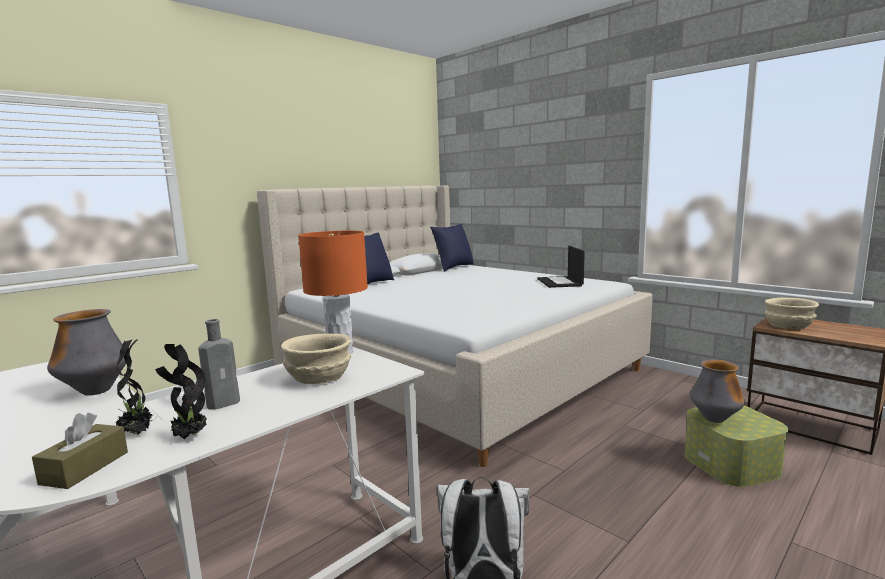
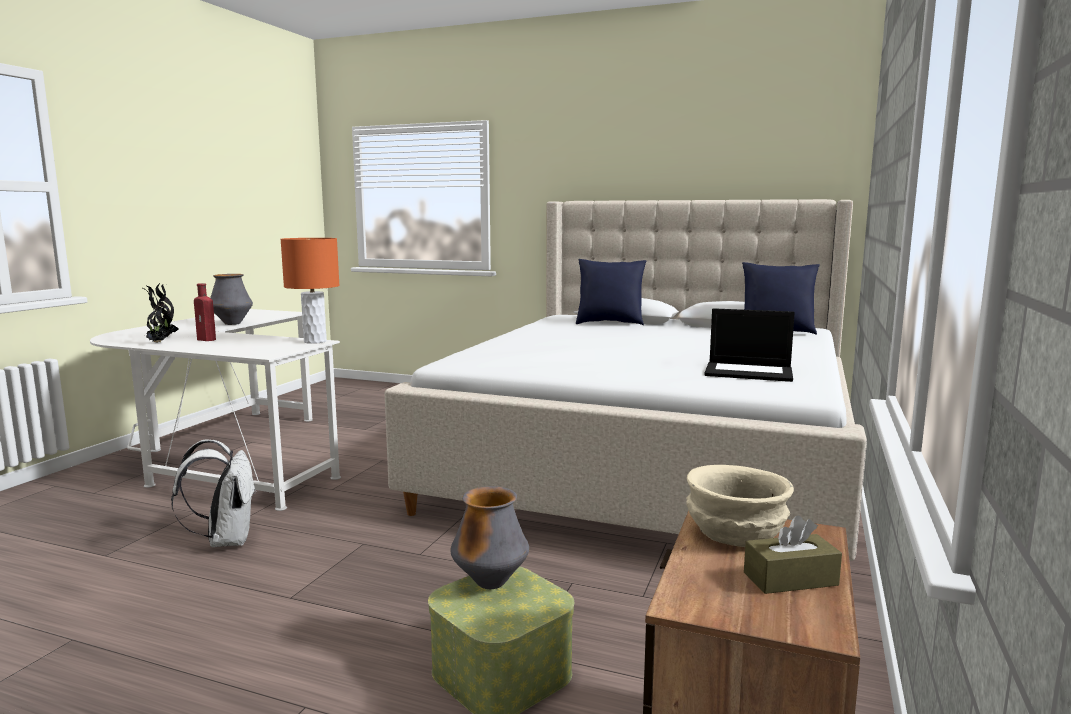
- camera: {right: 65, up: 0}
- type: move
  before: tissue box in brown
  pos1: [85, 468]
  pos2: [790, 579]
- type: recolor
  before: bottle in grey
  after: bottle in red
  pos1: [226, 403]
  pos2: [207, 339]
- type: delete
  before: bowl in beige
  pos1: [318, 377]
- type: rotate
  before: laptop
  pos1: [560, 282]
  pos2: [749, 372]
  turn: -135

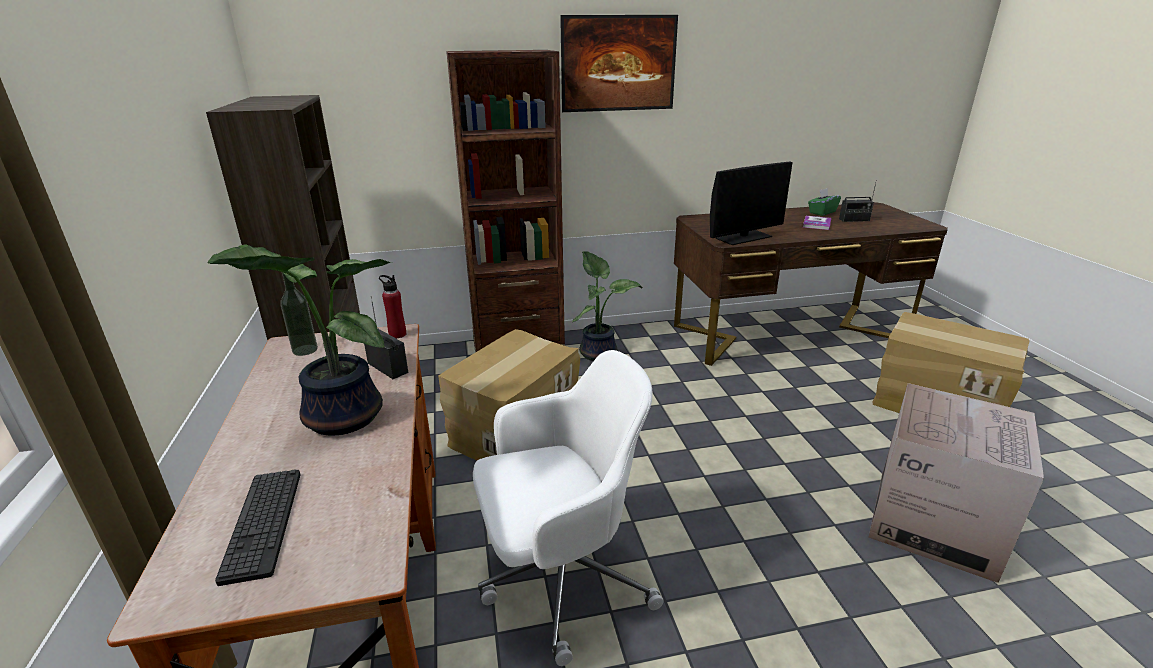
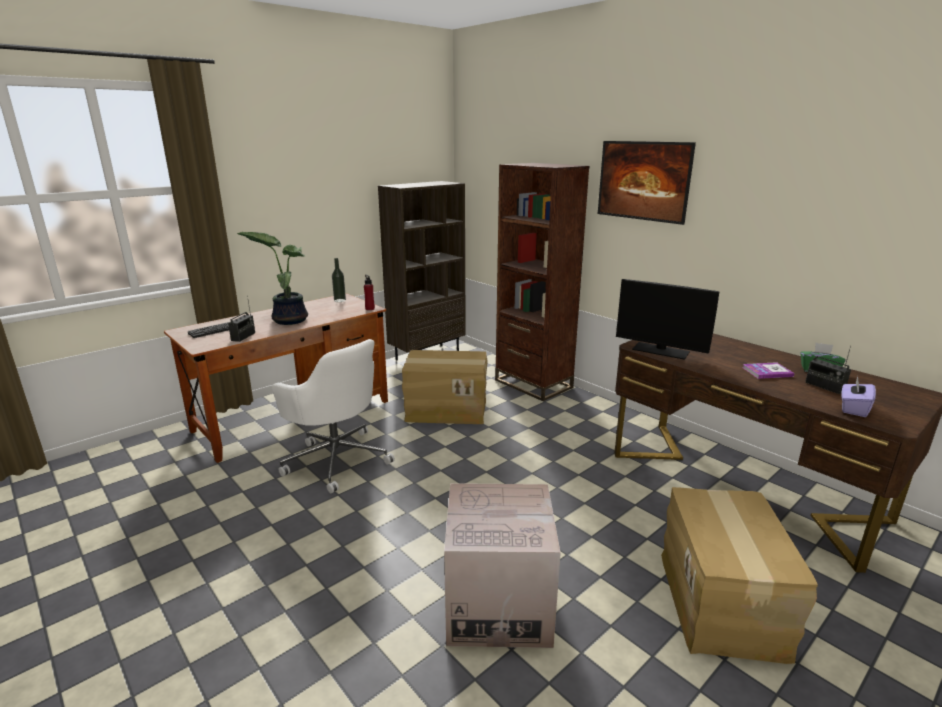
- camera: {right: 60, up: -5}
- type: move
  before: radio
  pos1: [388, 368]
  pos2: [243, 336]
- type: delete
  before: potted plant
  pos1: [599, 353]
- type: insert
  after: tissue box in purple
  pos2: [853, 408]

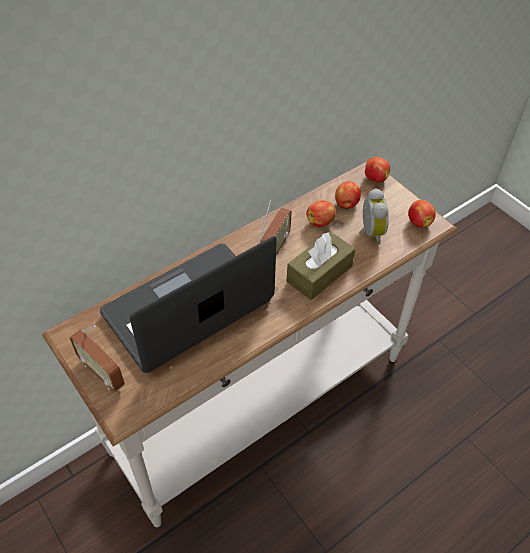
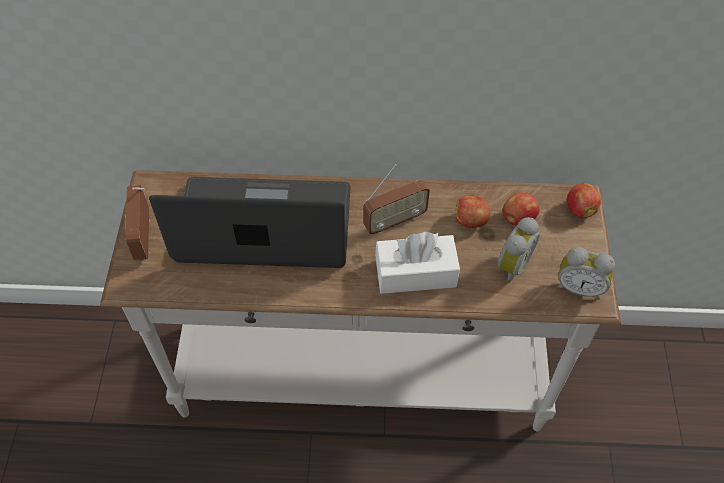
- camera: {right: 40, up: 5}
- type: recolor
  before: tissue box in brown
  after: tissue box in white
  pos1: [319, 274]
  pos2: [415, 273]
- type: replace
  before: apple
  after: alarm clock
  pos1: [418, 222]
  pos2: [579, 287]

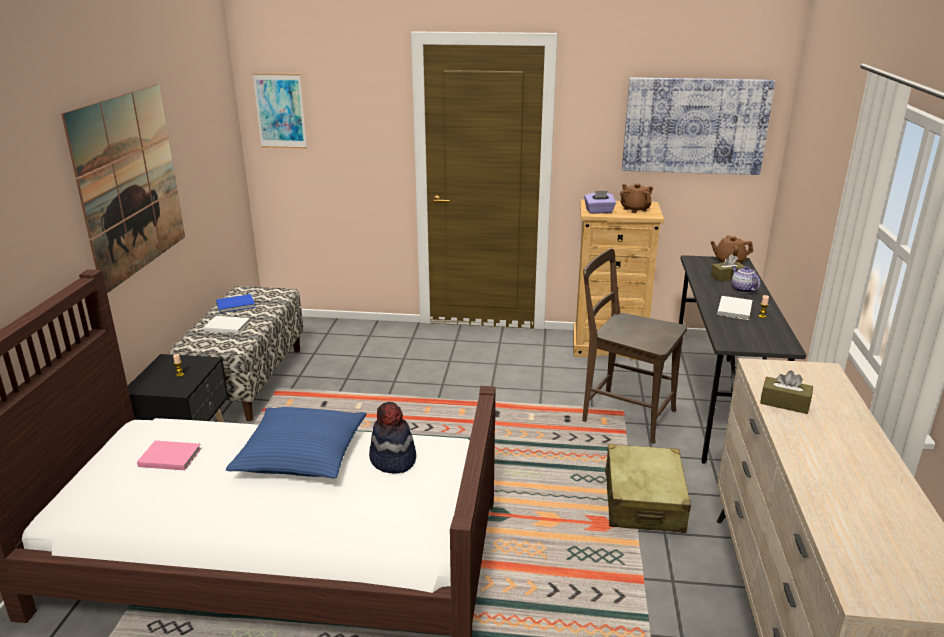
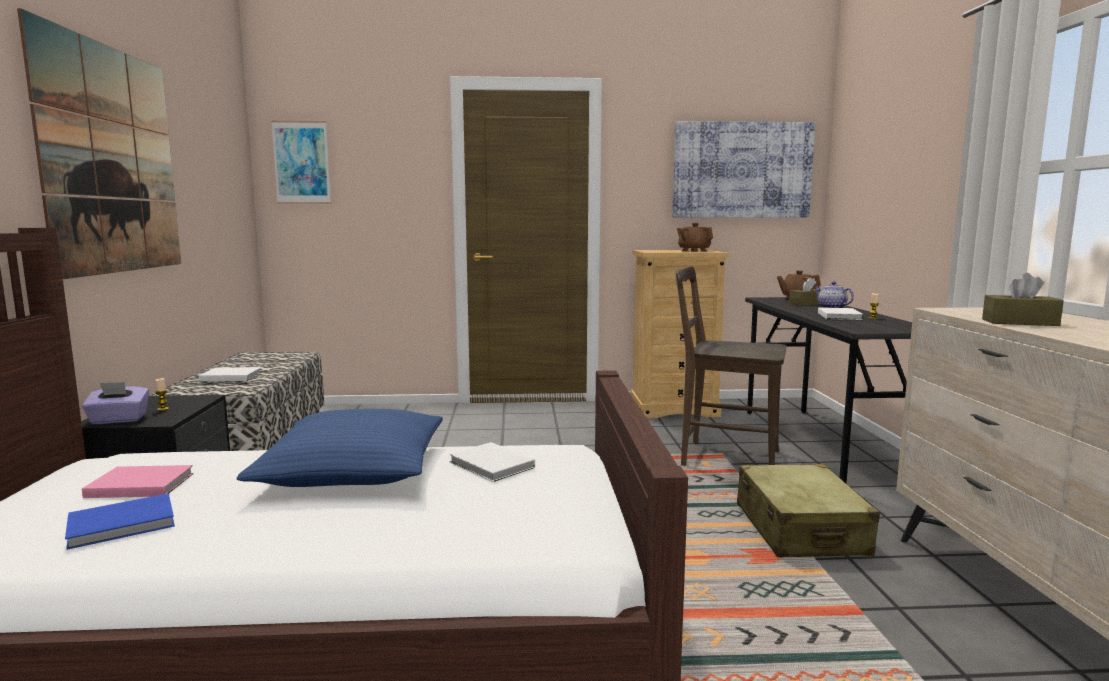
- camera: {right: -10, up: -15}
- type: move
  before: book in blue
  pos1: [237, 305]
  pos2: [125, 524]
- type: replace
  before: hat
  after: book in white
  pos1: [392, 460]
  pos2: [492, 466]
- type: move
  before: tissue box in purple
  pos1: [599, 211]
  pos2: [118, 420]

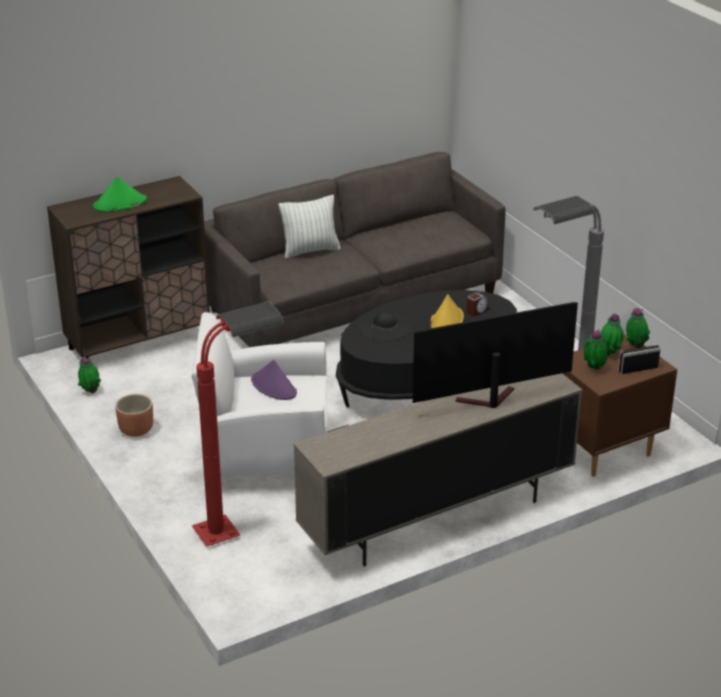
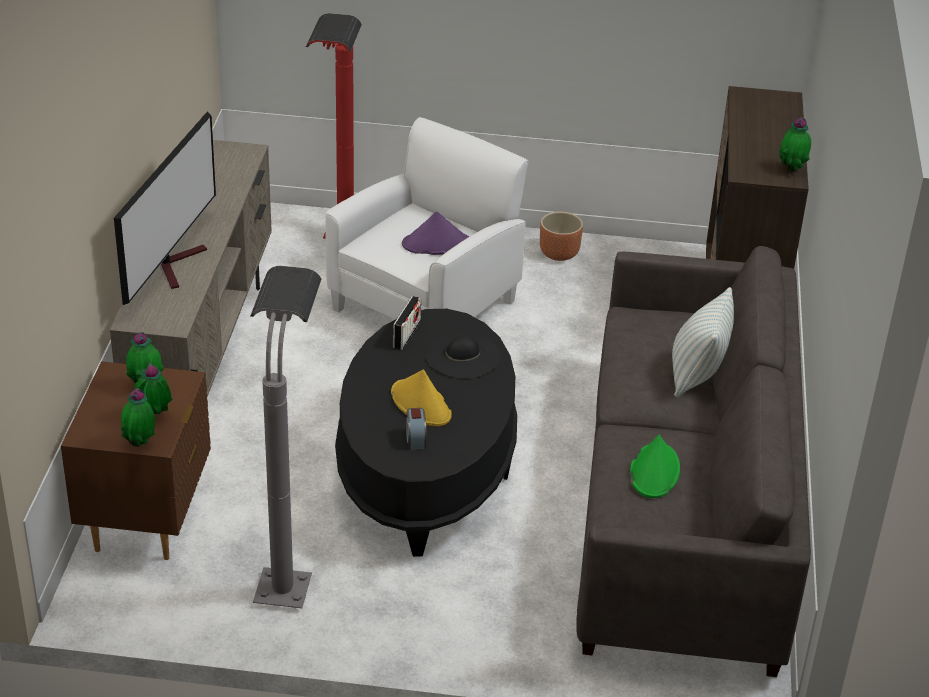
- camera: {right: 125, up: 5}
- type: move
  before: potted plant
  pos1: [90, 391]
  pos2: [791, 170]
- type: move
  before: hat in green
  pos1: [119, 203]
  pos2: [654, 471]
- type: move
  before: radio
  pos1: [638, 369]
  pos2: [406, 334]

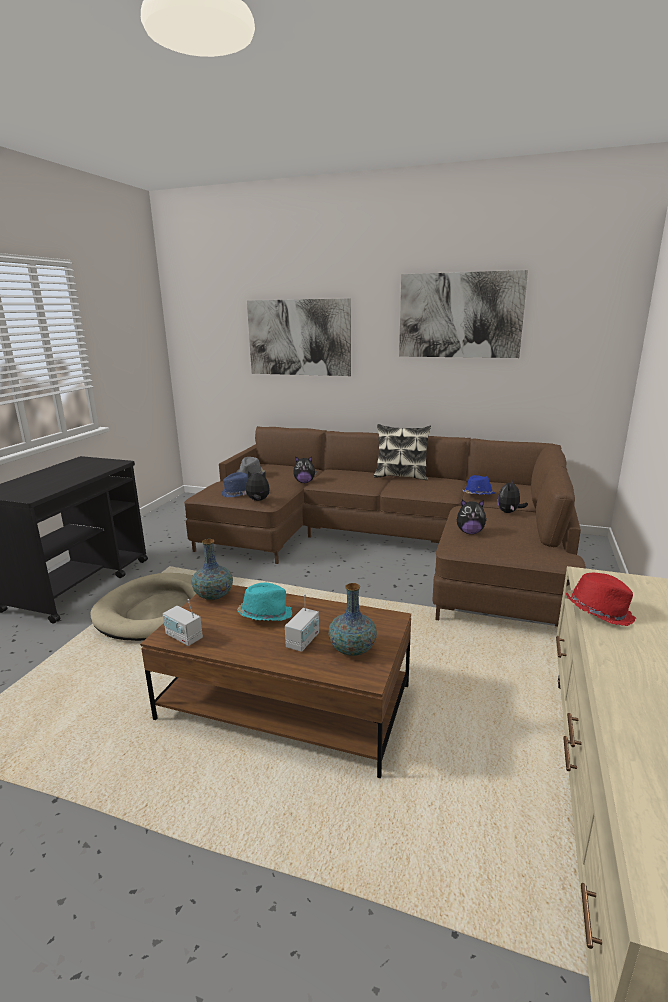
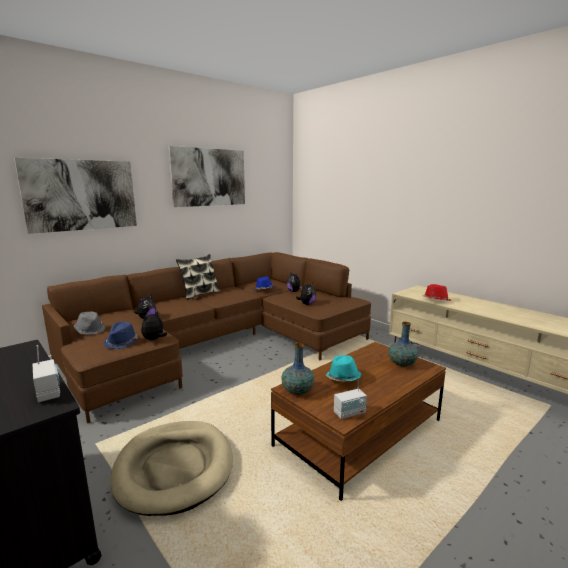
- camera: {right: -60, up: -5}
- type: move
  before: radio
  pos1: [303, 641]
  pos2: [49, 392]

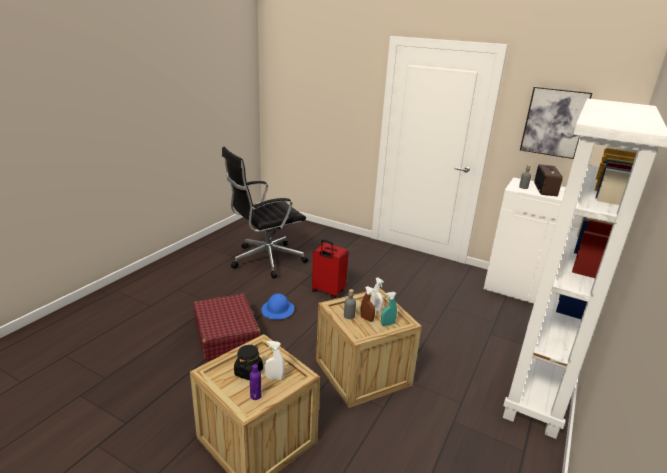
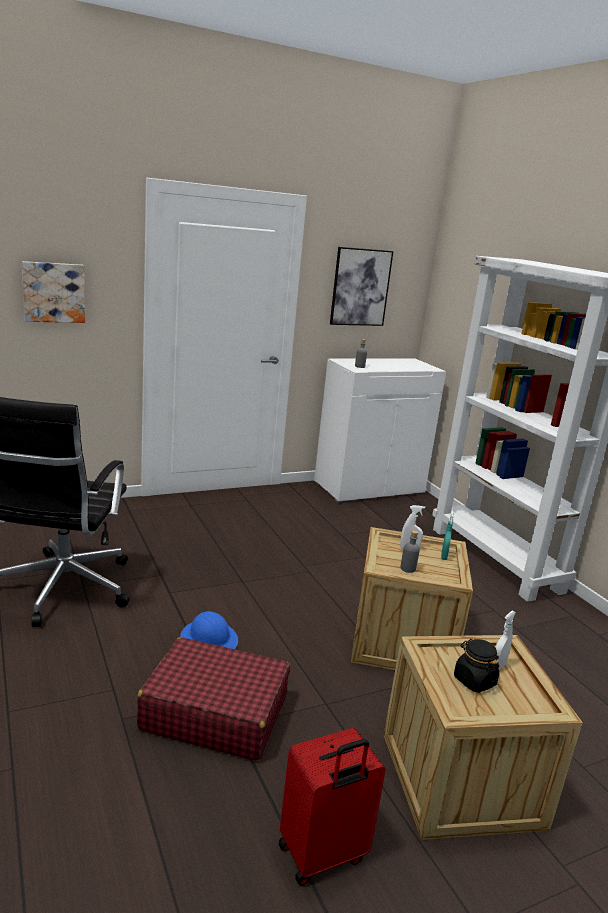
- camera: {right: -55, up: -5}
- type: delete
  before: bottle in purple
  pos1: [255, 396]
- type: move
  before: suitcase in red
  pos1: [327, 291]
  pos2: [322, 855]
- type: delete
  before: spray bottle in brown
  pos1: [366, 319]
- type: delete
  before: radio
  pos1: [546, 189]
- type: insert
  after: picture
  pos2: [54, 292]

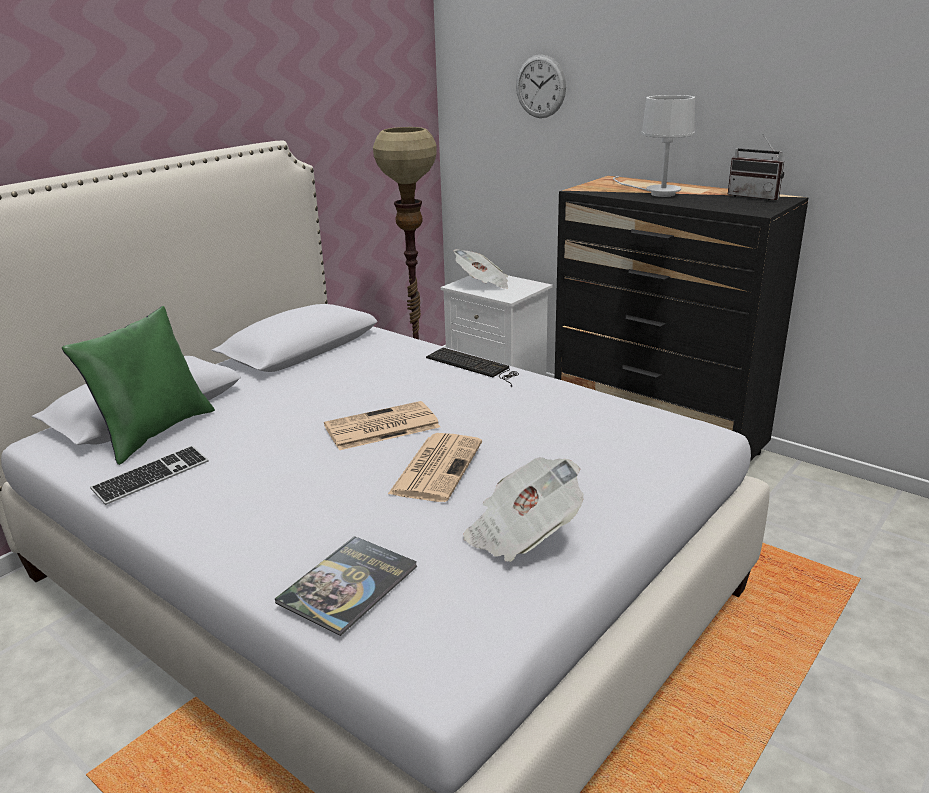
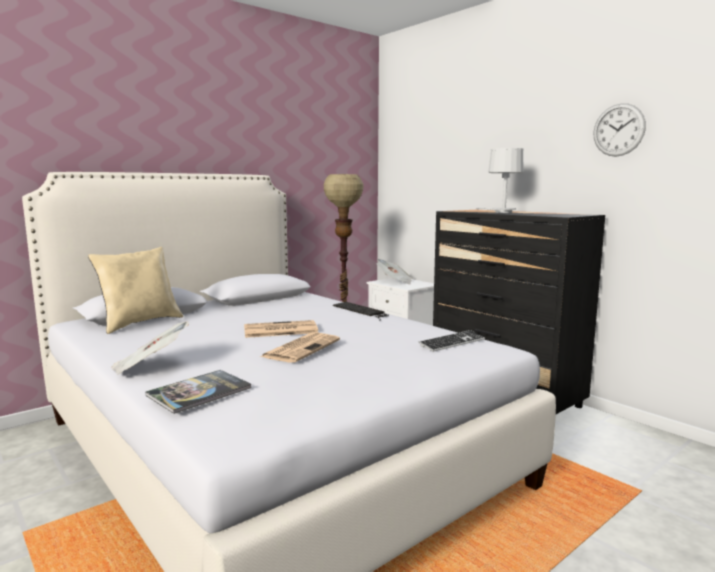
- camera: {right: 10, up: -15}
- type: recolor
  before: pillow in green
  after: pillow in beige
  pos1: [155, 432]
  pos2: [140, 323]
- type: move
  before: keyboard
  pos1: [152, 477]
  pos2: [452, 343]
- type: move
  before: newspaper
  pos1: [522, 533]
  pos2: [150, 367]
- type: move
  before: wall clock
  pos1: [540, 86]
  pos2: [618, 130]
- type: delete
  before: radio
  pos1: [755, 197]

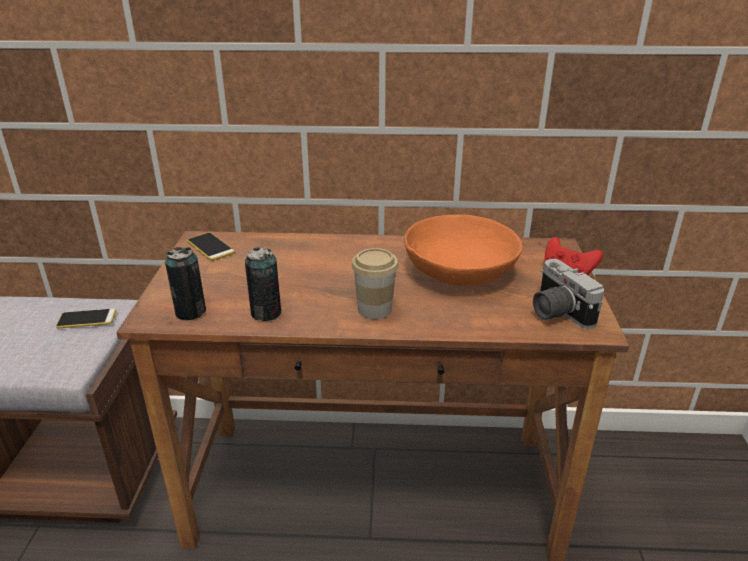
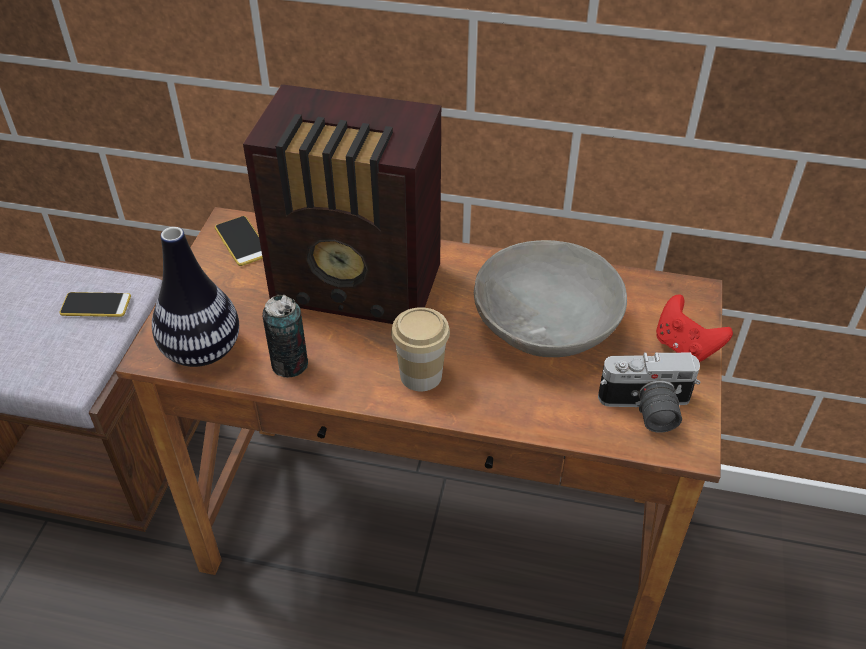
- camera: {right: 10, up: 15}
- type: replace
  before: can
  after: vase
  pos1: [190, 312]
  pos2: [202, 350]
- type: recolor
  before: bowl in orange
  after: bowl in grey
  pos1: [460, 272]
  pos2: [546, 325]
- type: rotate
  before: photo camera
  pos1: [555, 312]
  pos2: [646, 410]
  turn: -75
- type: insert
  after: radio
  pos2: [359, 287]

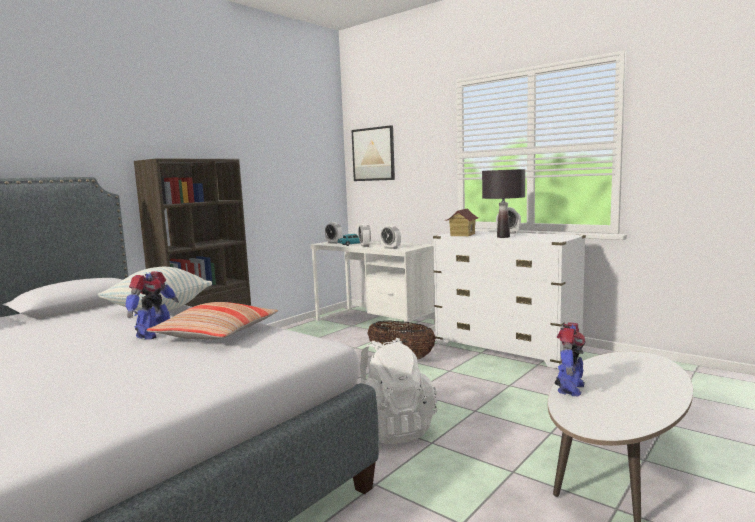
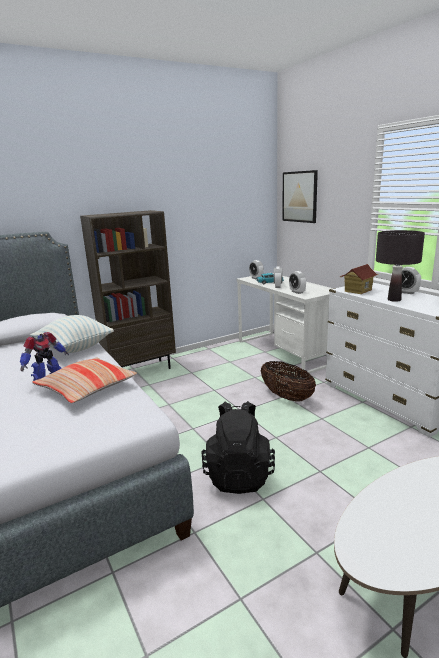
- camera: {right: 20, up: 10}
- type: recolor
  before: backpack in white
  after: backpack in black
  pos1: [392, 429]
  pos2: [239, 475]
- type: delete
  before: toy robot
  pos1: [569, 389]

